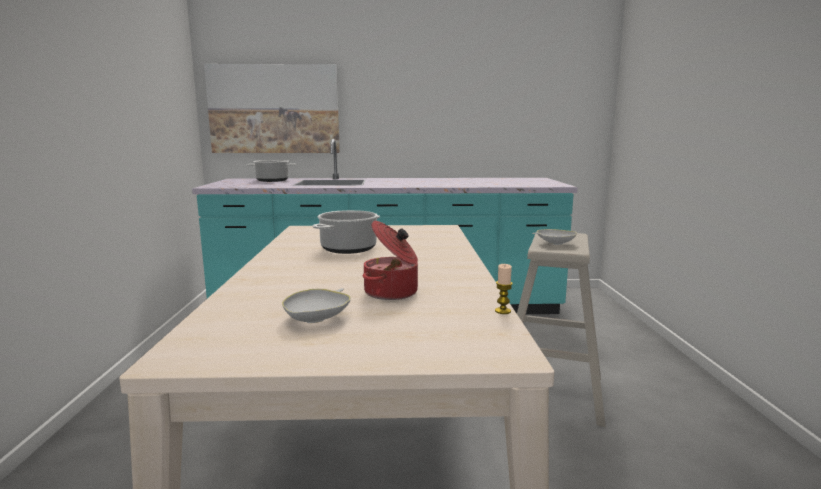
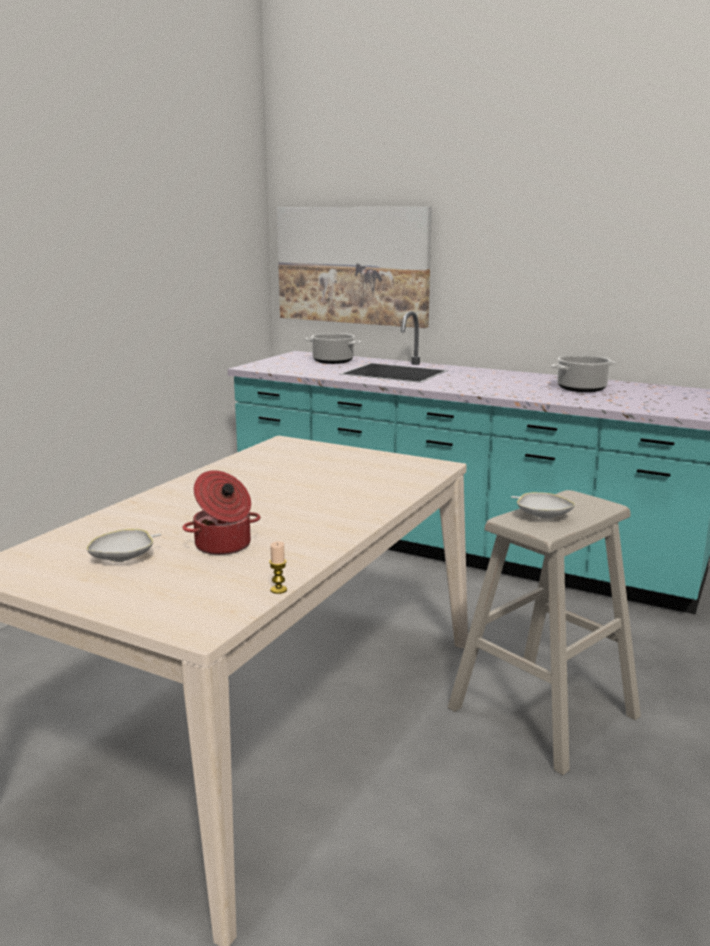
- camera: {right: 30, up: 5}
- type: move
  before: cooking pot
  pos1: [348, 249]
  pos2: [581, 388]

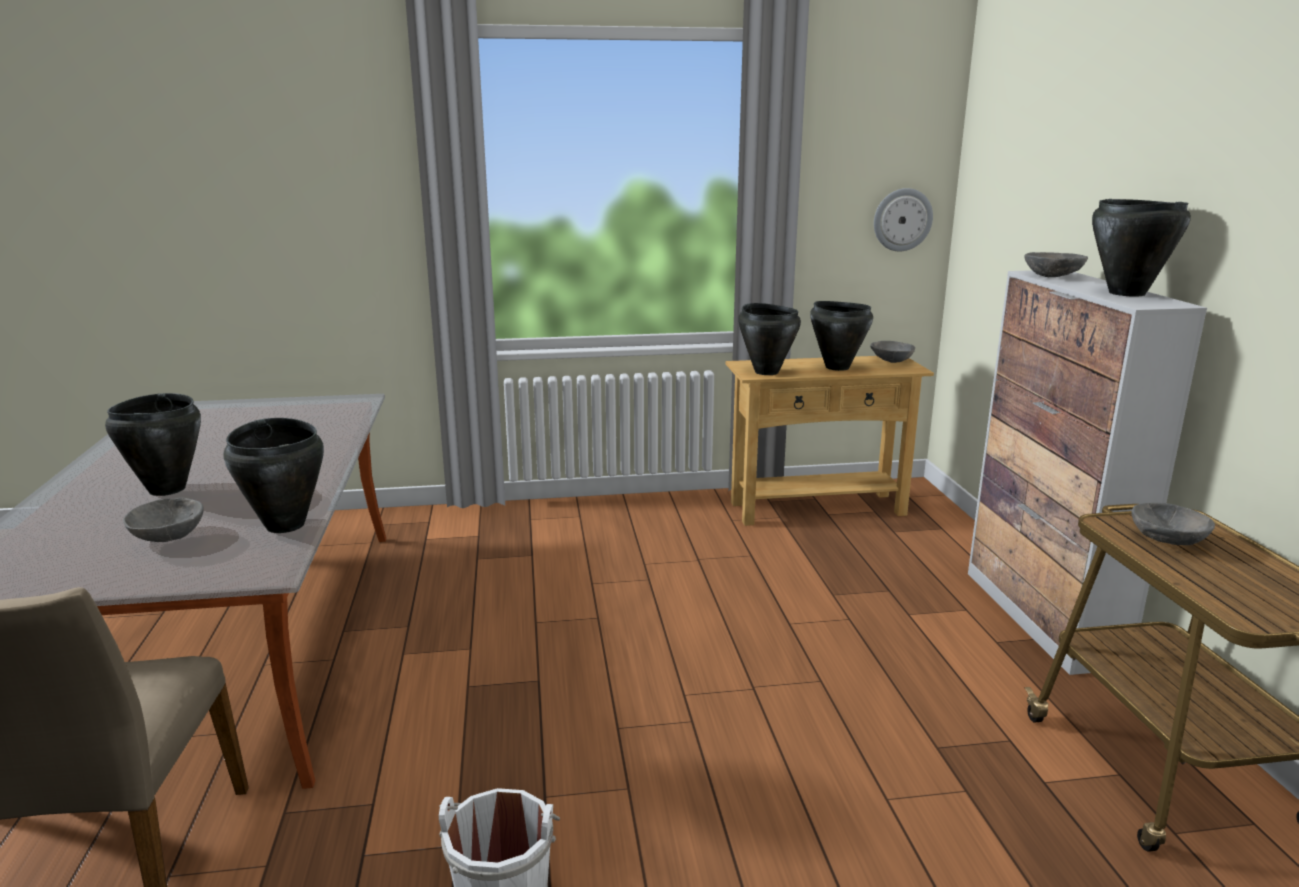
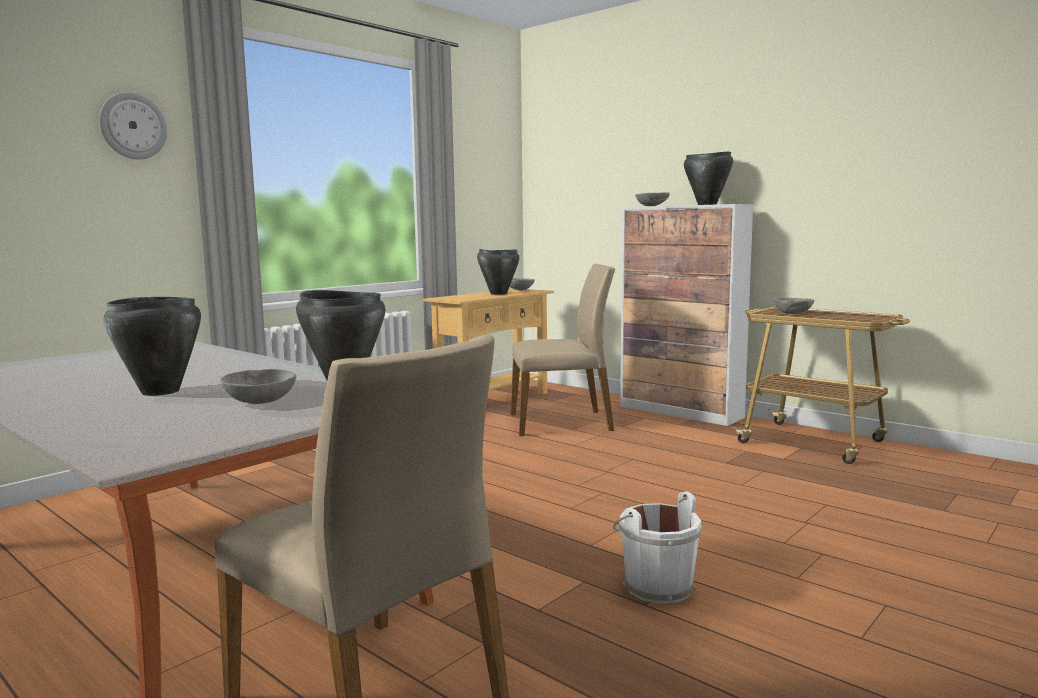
- camera: {right: -40, up: -10}
- type: delete
  before: cooking pot in black
  pos1: [766, 372]
- type: move
  before: wall clock
  pos1: [902, 219]
  pos2: [133, 126]
- type: insert
  after: chair in beige
  pos2: [562, 422]

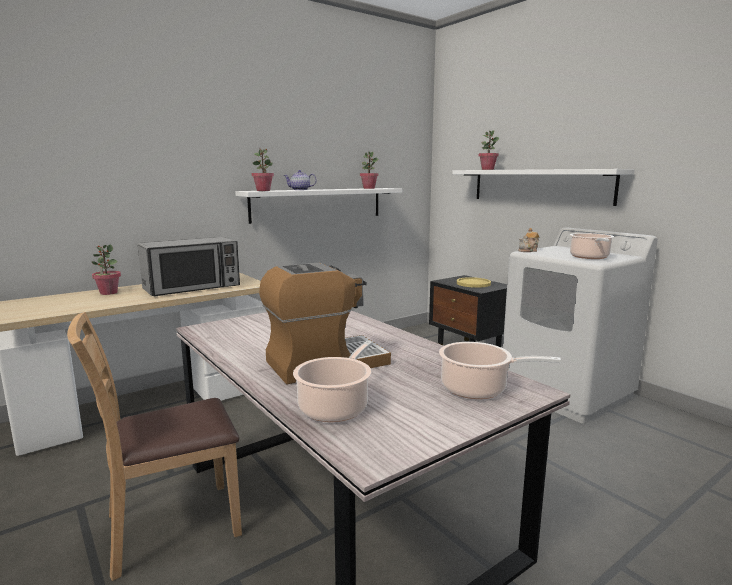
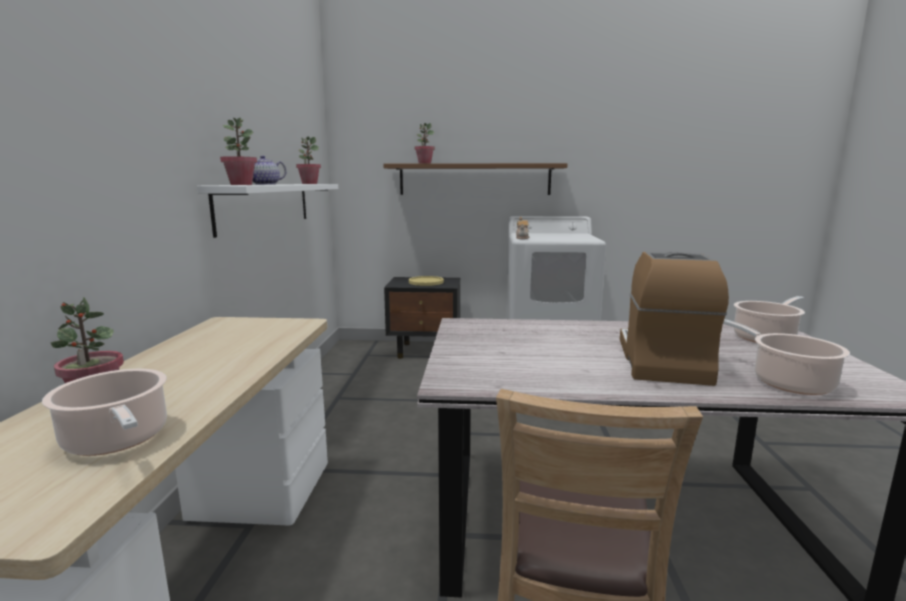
- camera: {right: -50, up: 0}
- type: delete
  before: microwave
  pos1: [193, 288]
- type: recolor
  before: shelf in white
  after: shelf in brown
  pos1: [539, 185]
  pos2: [474, 179]
- type: move
  before: cooking pot
  pos1: [590, 257]
  pos2: [117, 440]

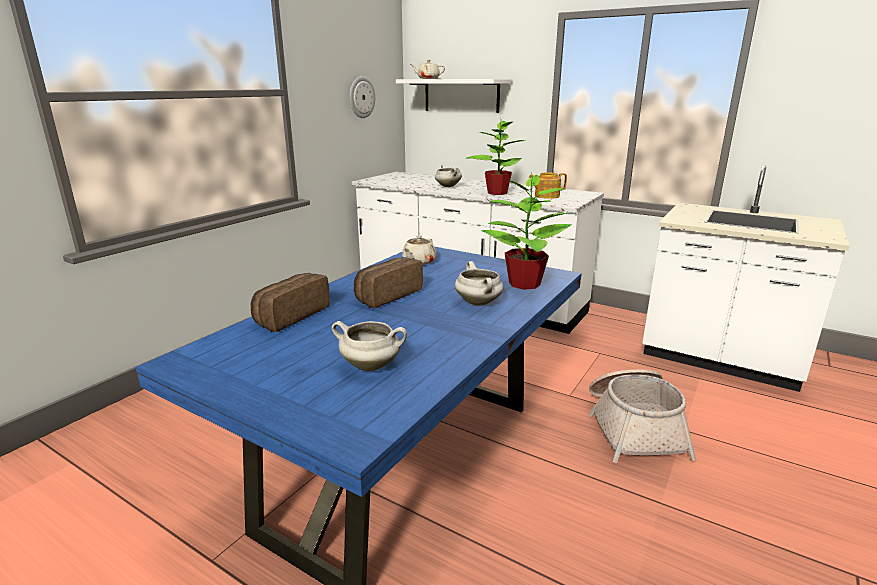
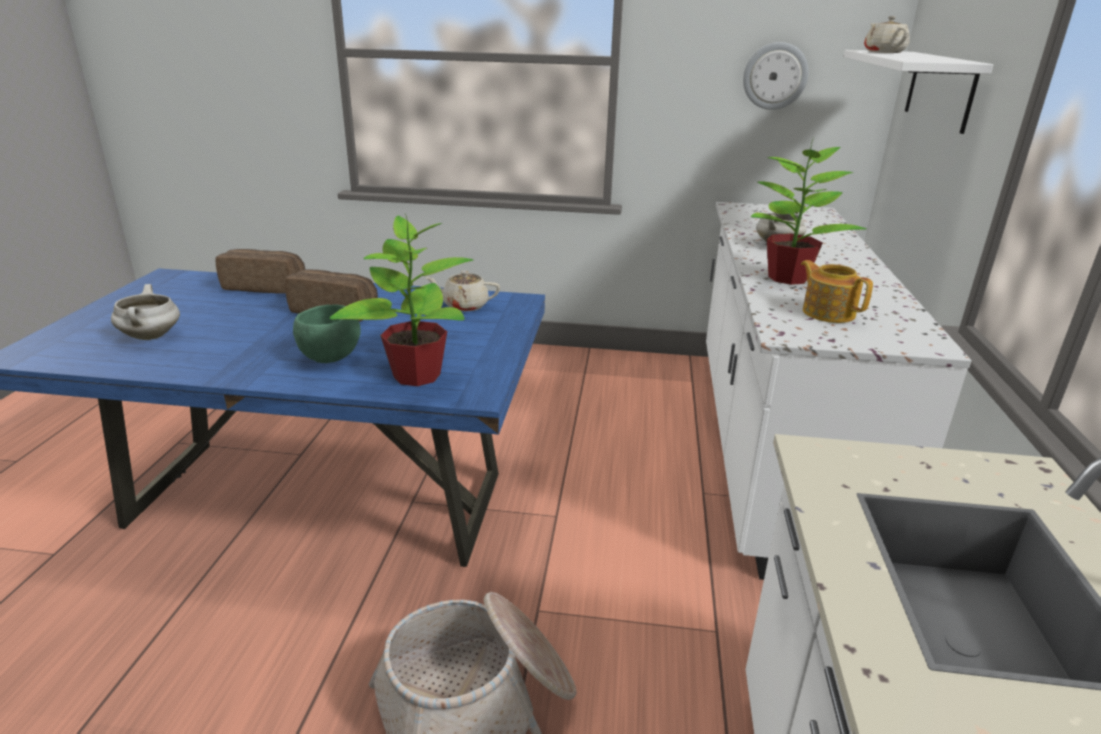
- camera: {right: 65, up: 5}
- type: replace
  before: cooking pot in white
  after: bowl in green
  pos1: [479, 303]
  pos2: [330, 358]

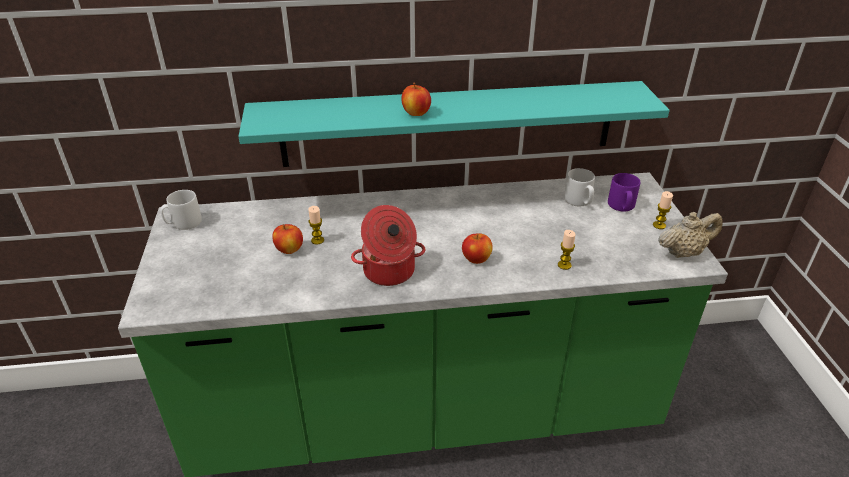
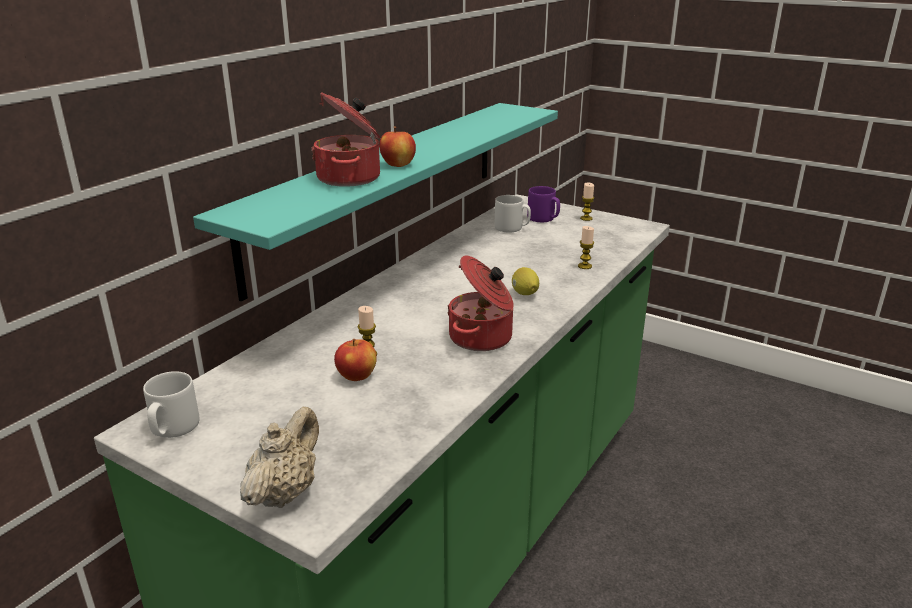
- camera: {right: -50, up: -10}
- type: replace
  before: apple
  after: lemon
  pos1: [476, 259]
  pos2: [525, 294]
- type: move
  before: teapot in beige
  pos1: [683, 252]
  pos2: [285, 492]
- type: insert
  after: cooking pot
  pos2: [351, 178]

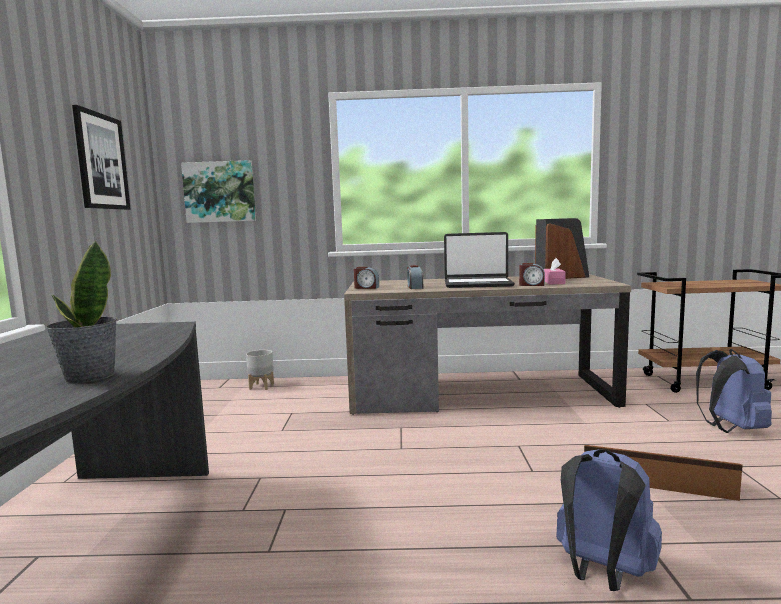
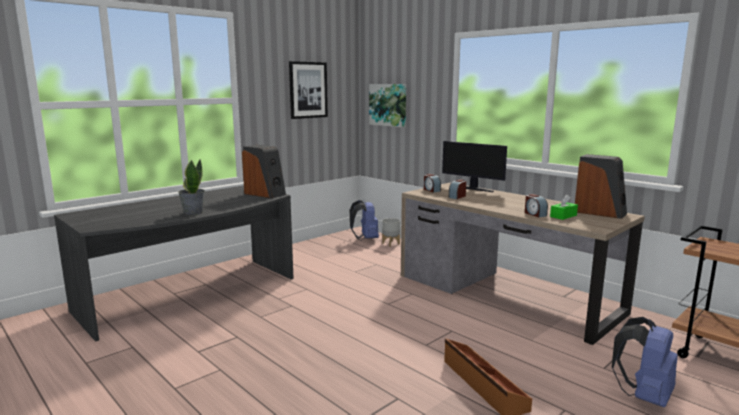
- camera: {right: 45, up: 5}
- type: delete
  before: laptop
  pos1: [478, 284]
- type: recolor
  before: tissue box in pink
  after: tissue box in green
  pos1: [554, 282]
  pos2: [563, 216]
- type: move
  before: backpack in blue
  pos1: [602, 573]
  pos2: [365, 239]
- type: insert
  after: speaker
  pos2: [265, 194]
- type: insert
  after: monitor
  pos2: [472, 188]

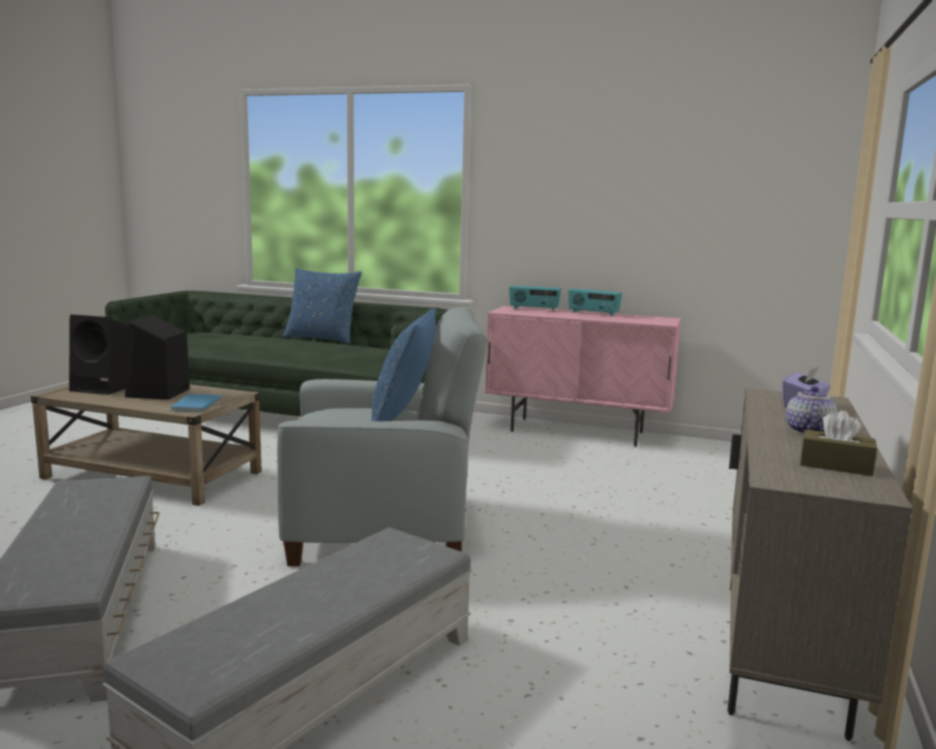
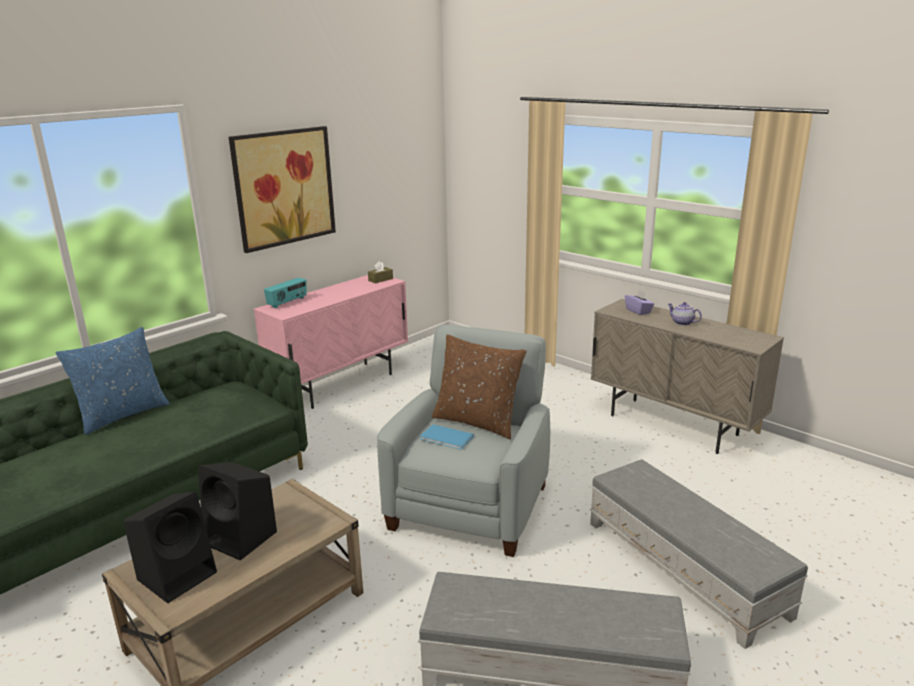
- camera: {right: -65, up: 10}
- type: move
  before: book in blue
  pos1: [193, 404]
  pos2: [447, 438]
- type: recolor
  before: pillow in blue
  after: pillow in brown
  pos1: [404, 420]
  pos2: [477, 422]
- type: delete
  before: radio
  pos1: [593, 313]
- type: move
  before: tissue box in brown
  pos1: [835, 465]
  pos2: [380, 279]
- type: insert
  after: picture
  pos2: [284, 187]

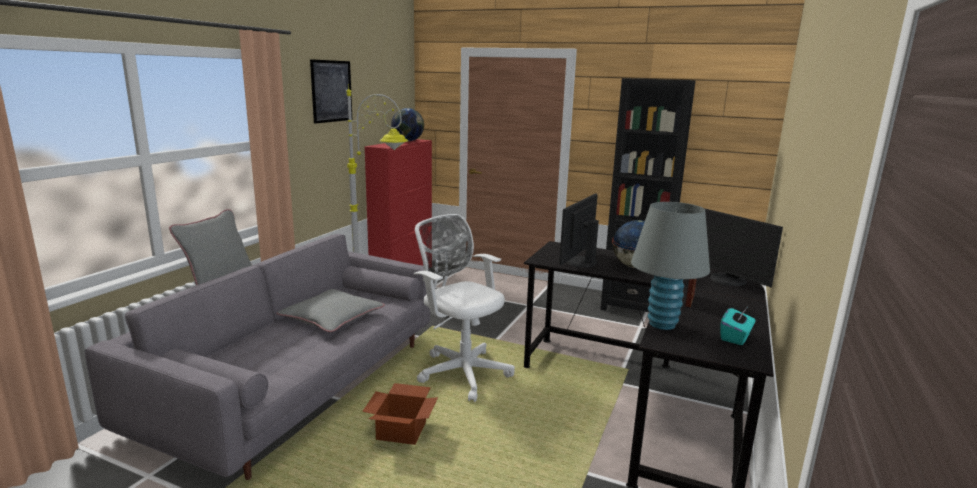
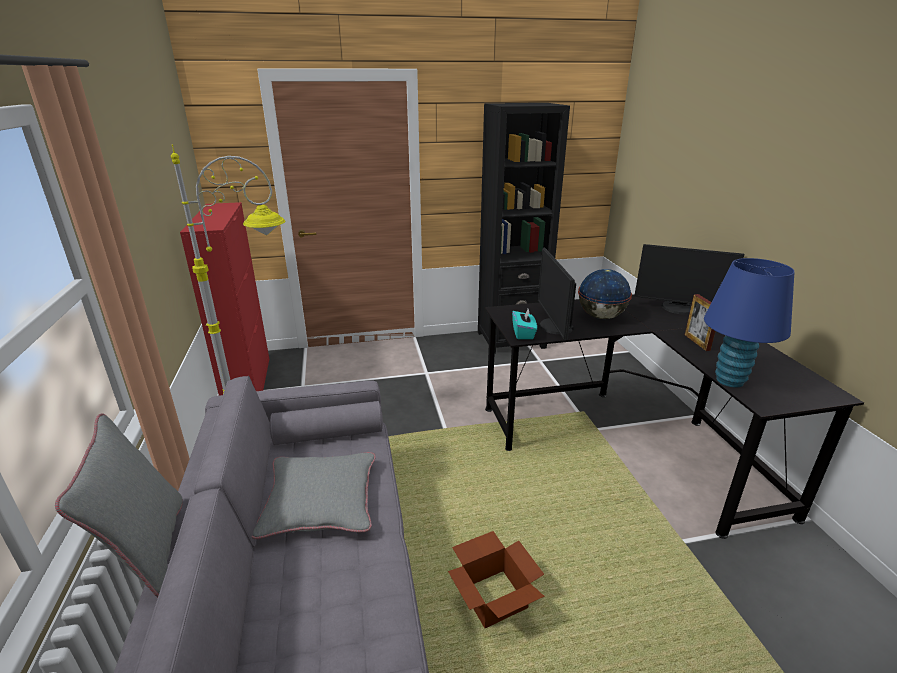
- camera: {right: -35, up: 10}
- type: delete
  before: picture
  pos1: [331, 91]
- type: delete
  before: globe
  pos1: [408, 141]
- type: delete
  before: office chair in white
  pos1: [461, 371]
- type: recolor
  before: table lamp in grey
  after: table lamp in blue
  pos1: [662, 324]
  pos2: [730, 381]
- type: move
  before: tissue box in turquoise
  pos1: [735, 337]
  pos2: [523, 333]

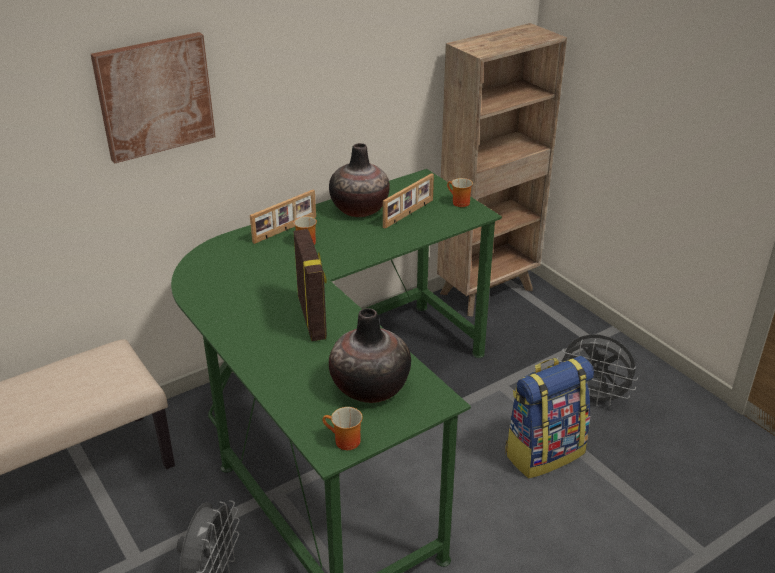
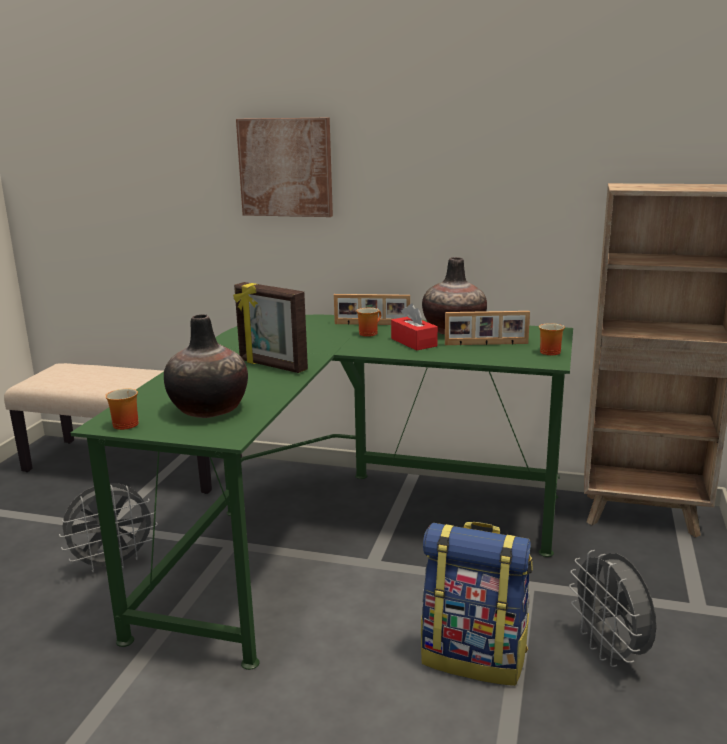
- camera: {right: 50, up: -15}
- type: rotate
  before: picture frame
  pos1: [313, 317]
  pos2: [272, 366]
  turn: 90
- type: insert
  after: tissue box in red
  pos2: [414, 342]

